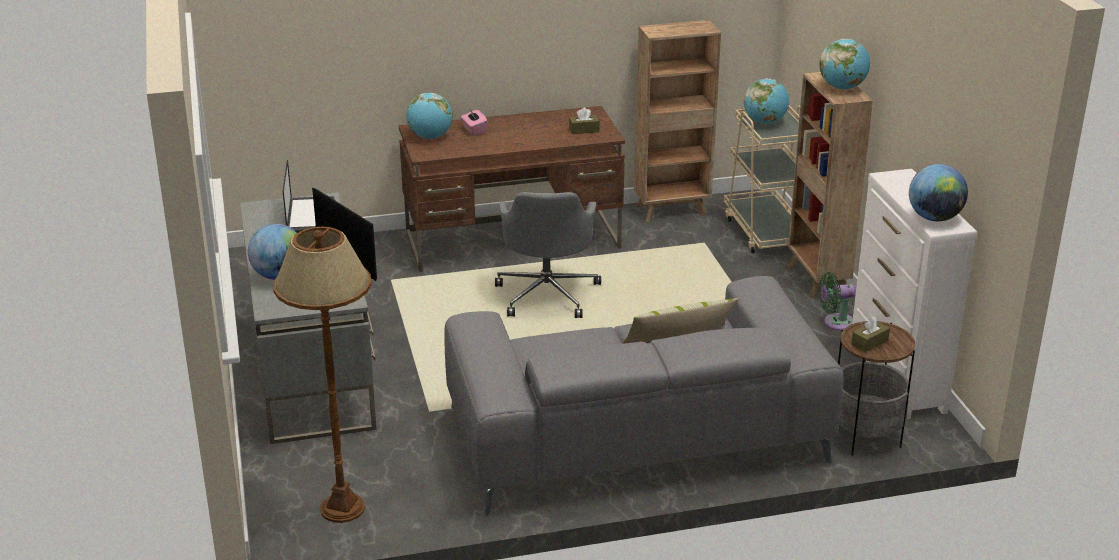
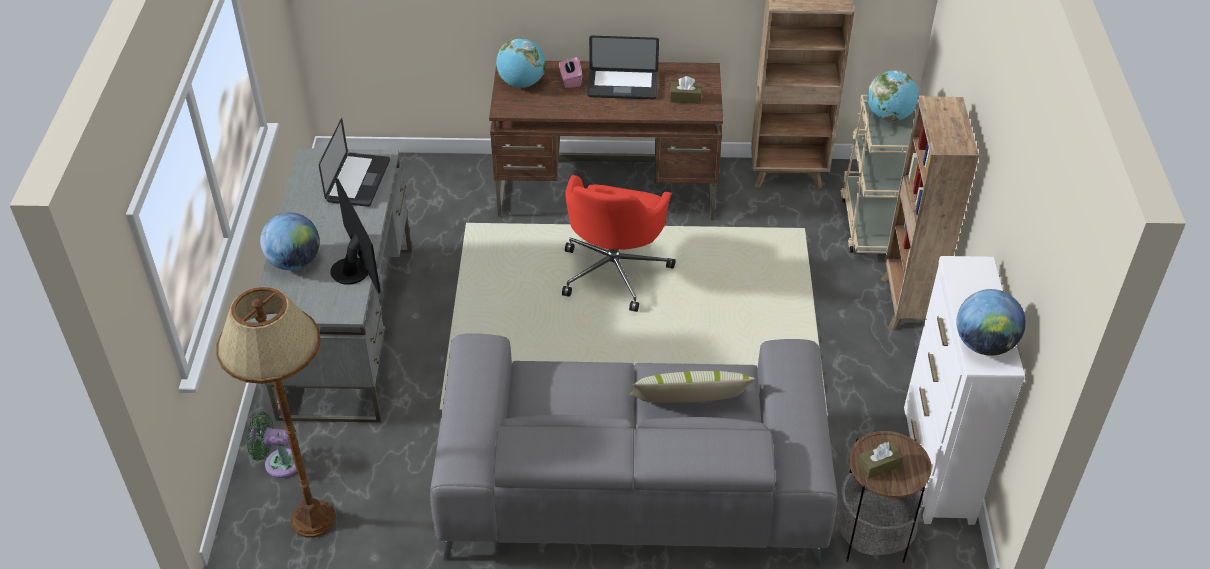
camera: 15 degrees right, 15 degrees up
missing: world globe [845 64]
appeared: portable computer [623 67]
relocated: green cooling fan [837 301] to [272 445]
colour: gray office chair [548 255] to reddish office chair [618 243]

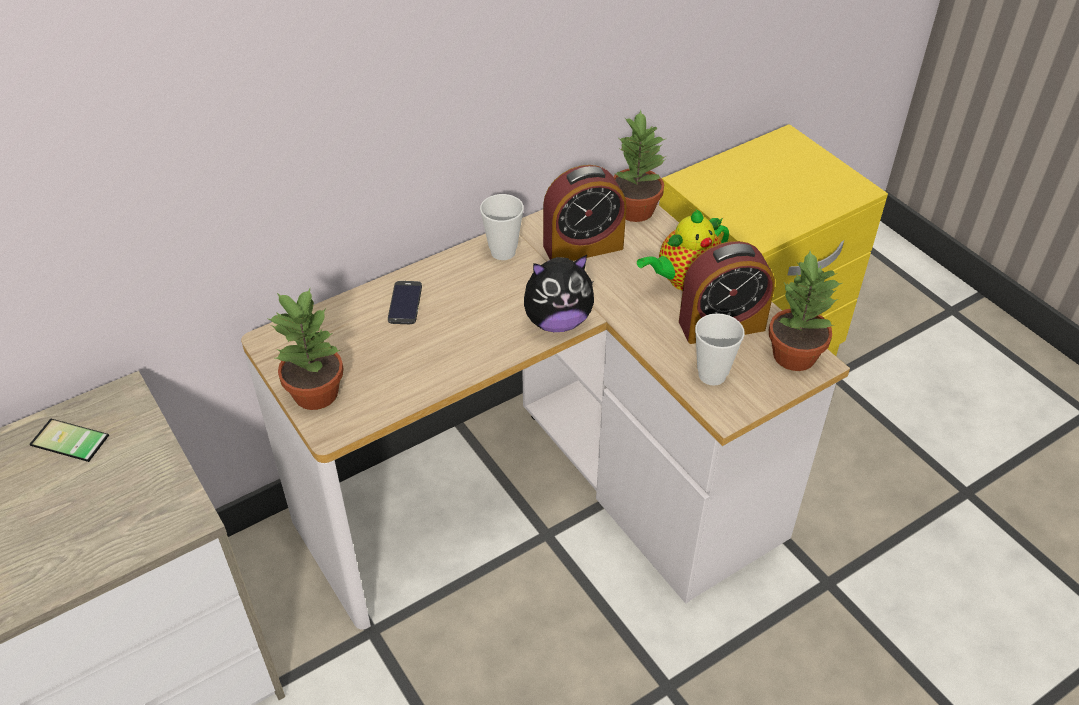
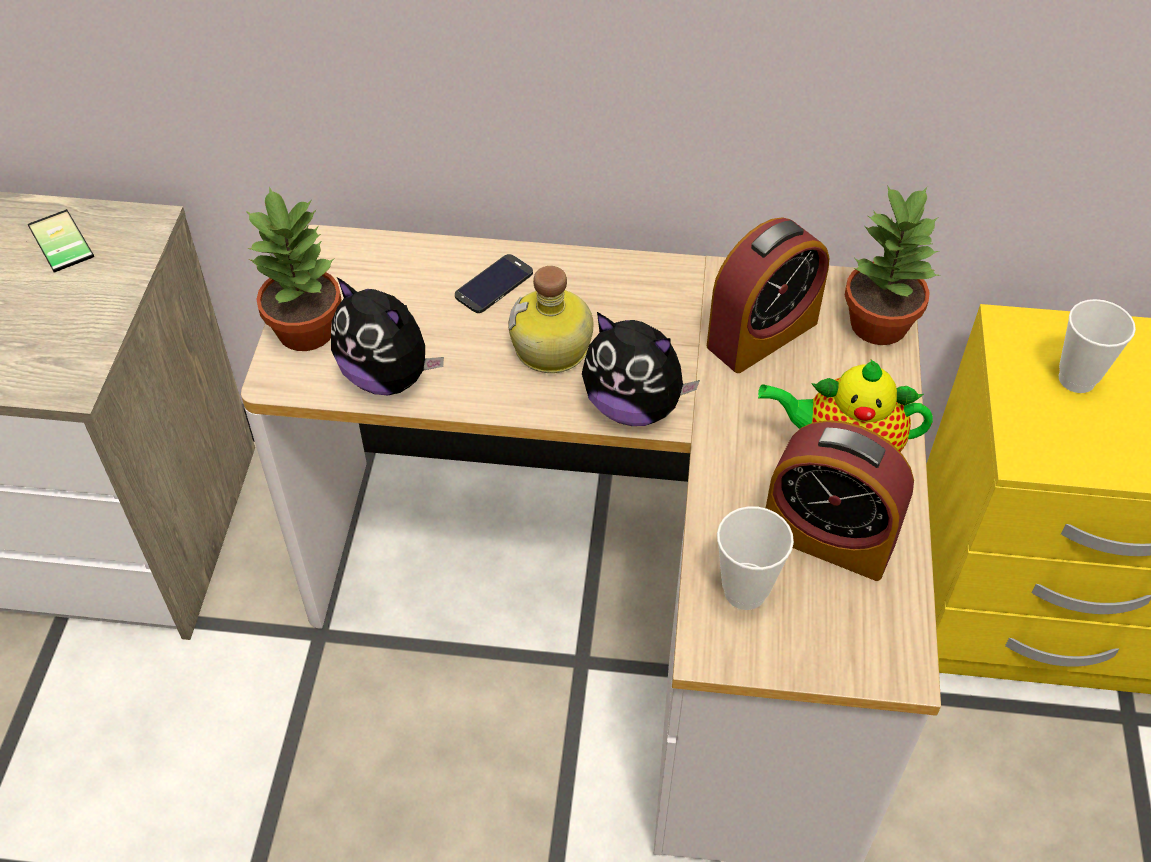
camera: 40 degrees right, 5 degrees up
missing: plant in a pot [805 311]
appeared: soft toy [387 336]; bottle [550 319]
relocated: drinking cup [502 227] to [1097 346]
spun: bedside clock [584 213] = [768 295] 60 degrees counterclockwise

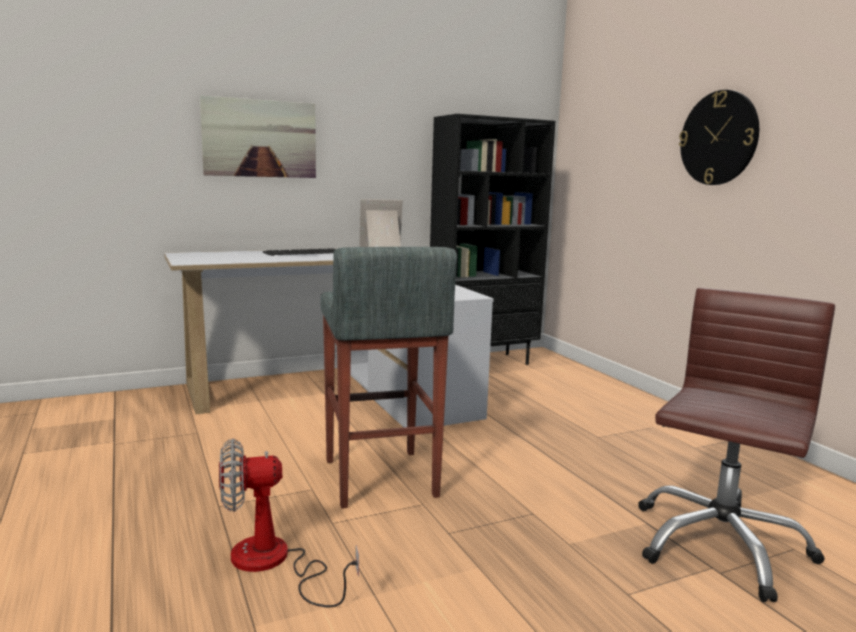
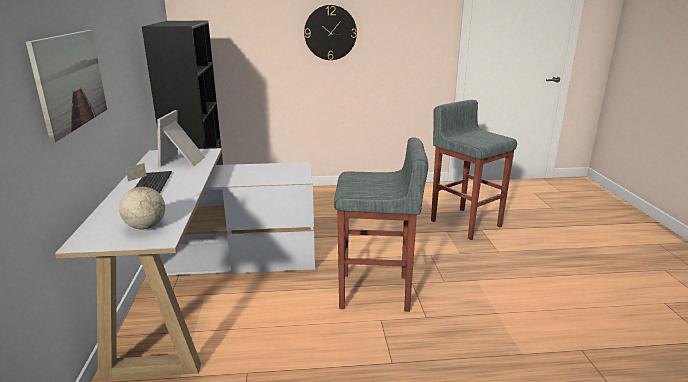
camera: 70 degrees left, 10 degrees up
missing: cooling fan [289 523]
appeared: world globe [142 196]
exchanged: brown-coloured office chair [736 445] to gray stool [474 170]

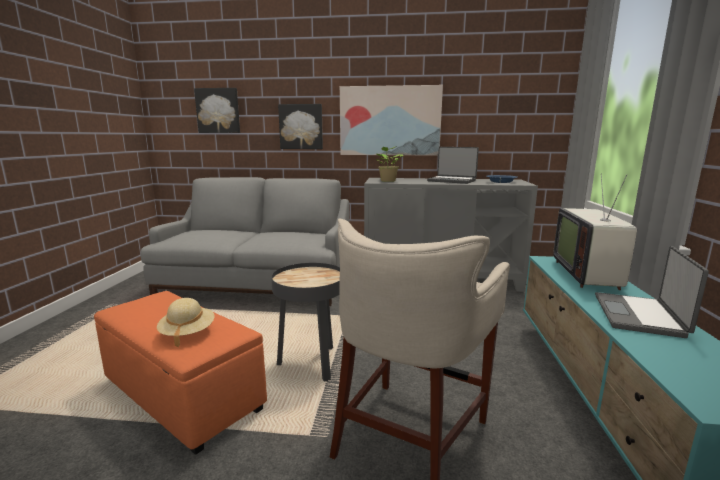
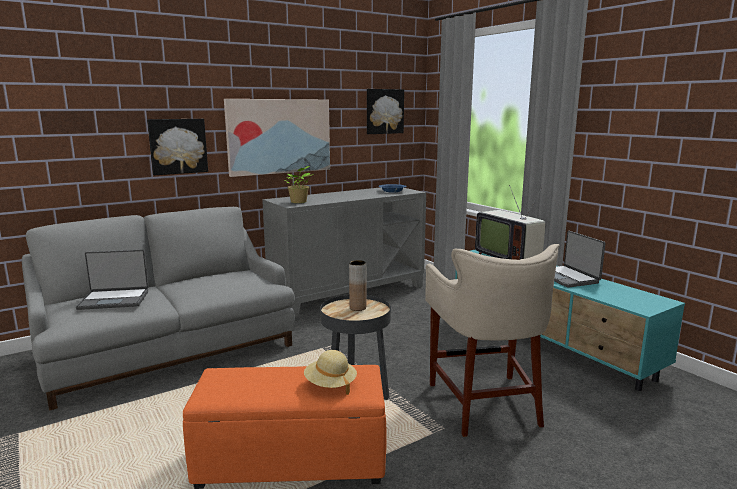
camera: 40 degrees left, 0 degrees up
appeared: brown-coloured decorative vase [357 285]
relocated: wall picture [217 110] to [385 111]; portable computer [453 165] to [112 279]

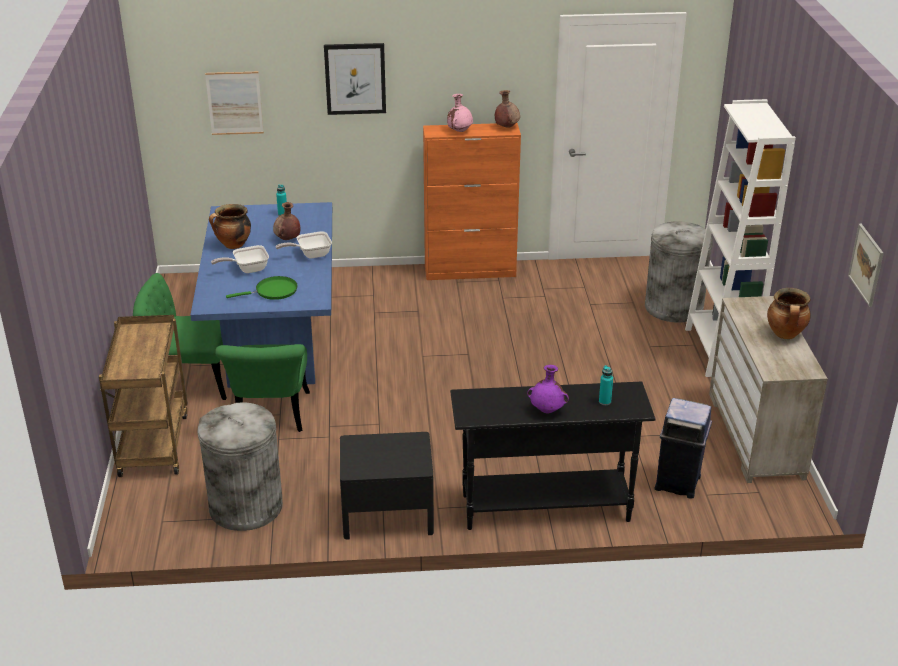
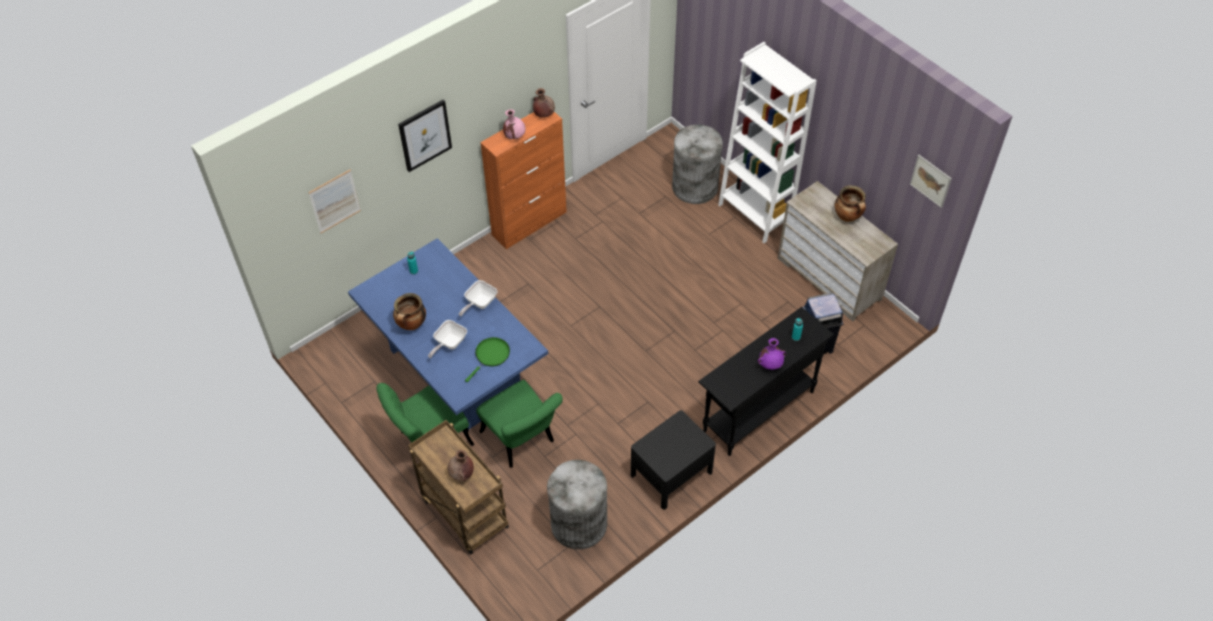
camera: 35 degrees left, 20 degrees up
relocated: brown-coloured decorative vase [286 221] to [461 465]

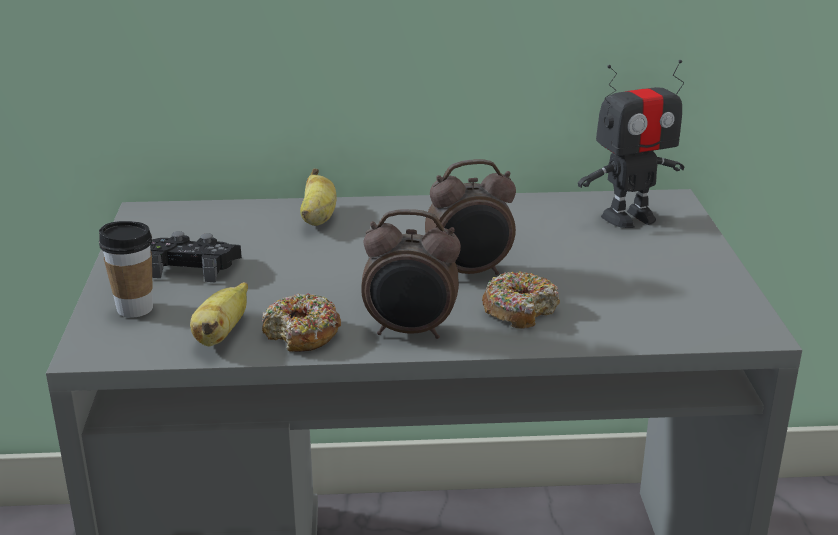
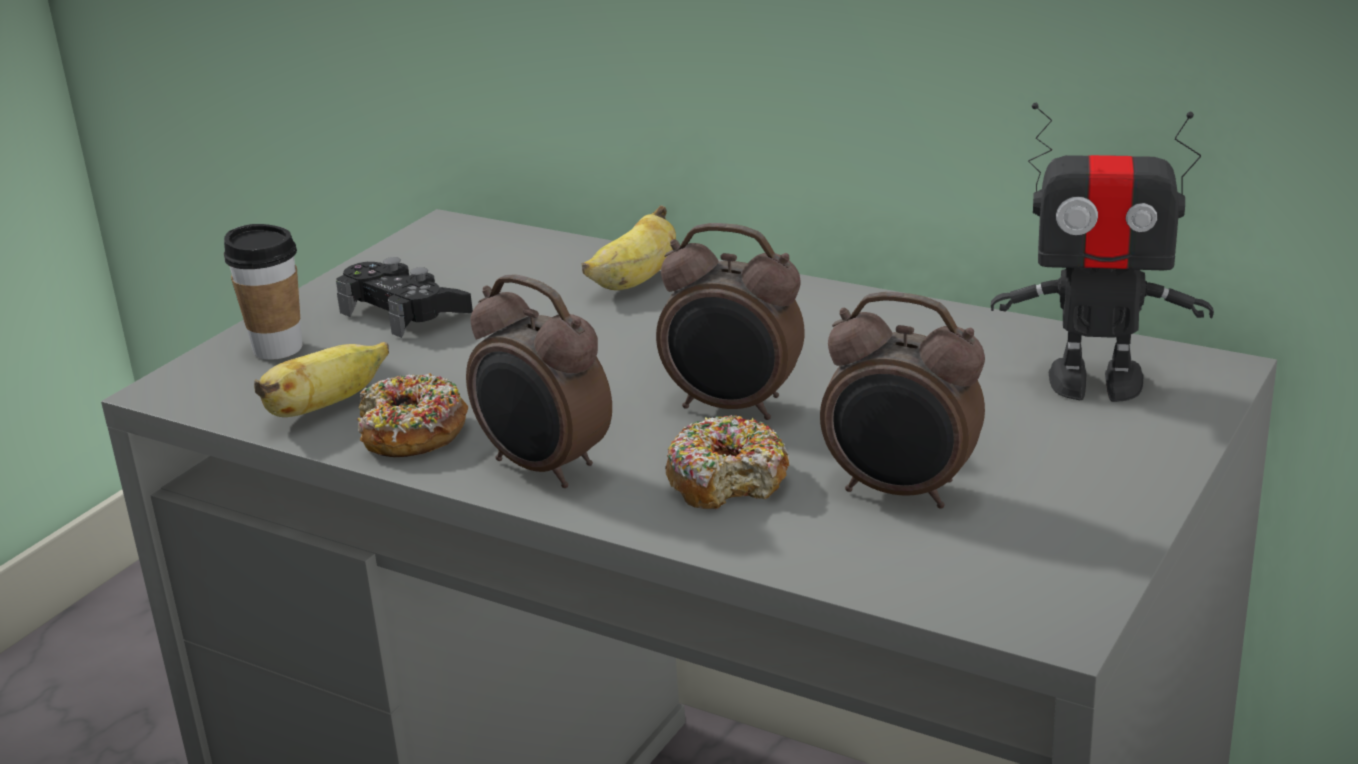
camera: 35 degrees right, 0 degrees up
appeared: bedside clock [902 400]

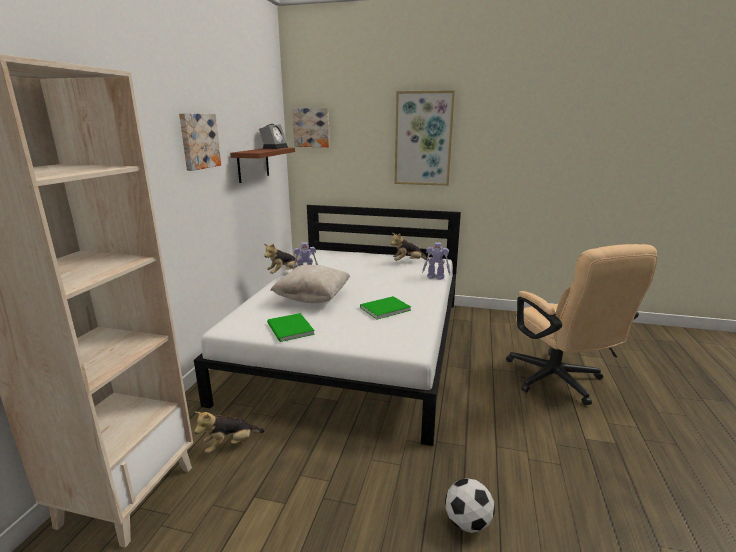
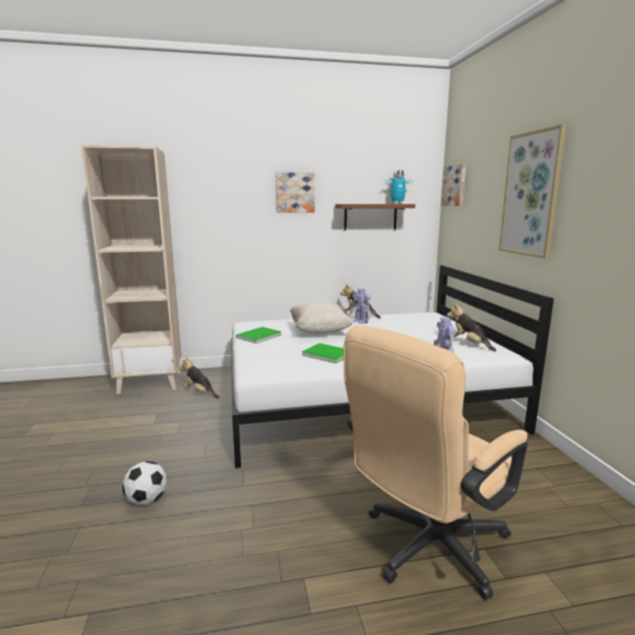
camera: 65 degrees right, 5 degrees down
exchanged: bedside clock [273 136] to robot figure [398 186]

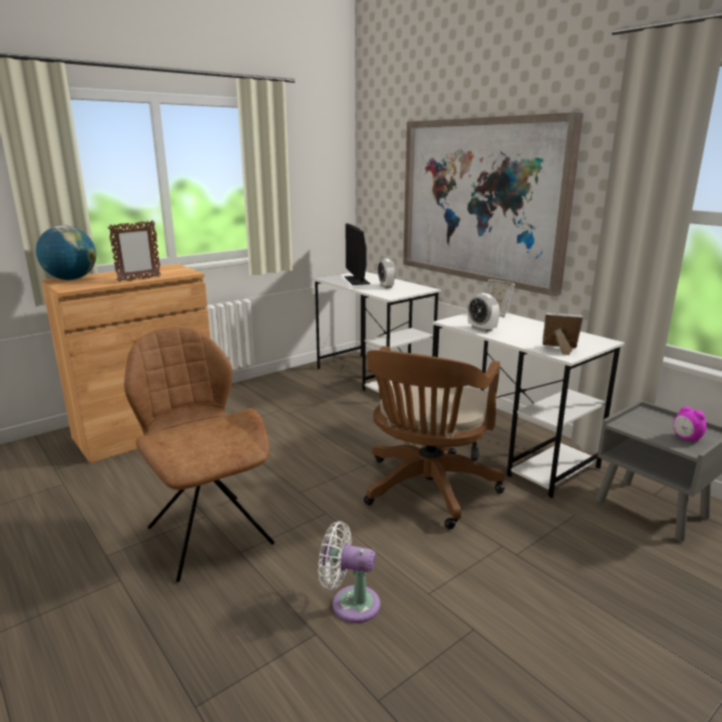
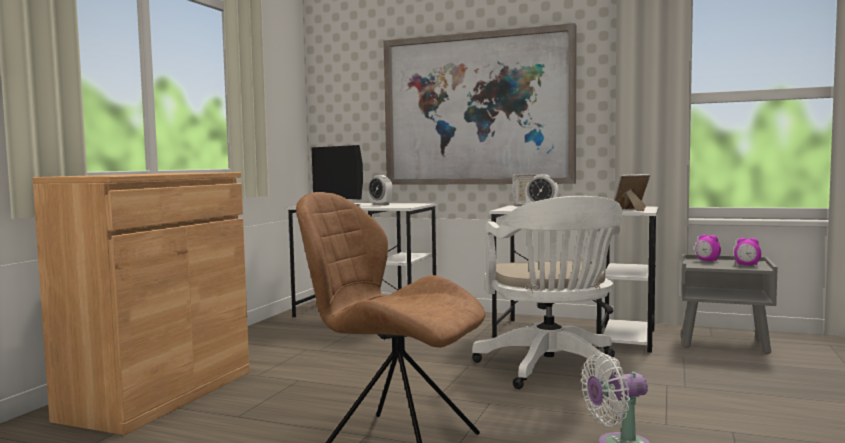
camera: 30 degrees left, 15 degrees down
missing: world globe [66 252]; picture frame [134 251]
appeared: bedside clock [708 247]
colour: brown-coloured office chair [434 437] to whitish office chair [547 292]

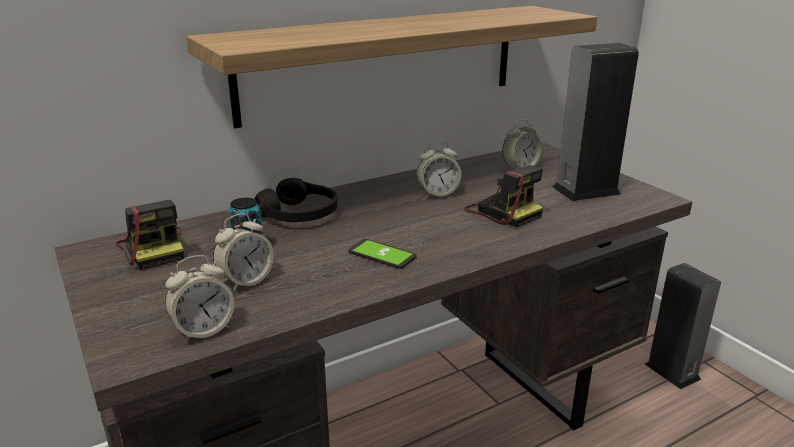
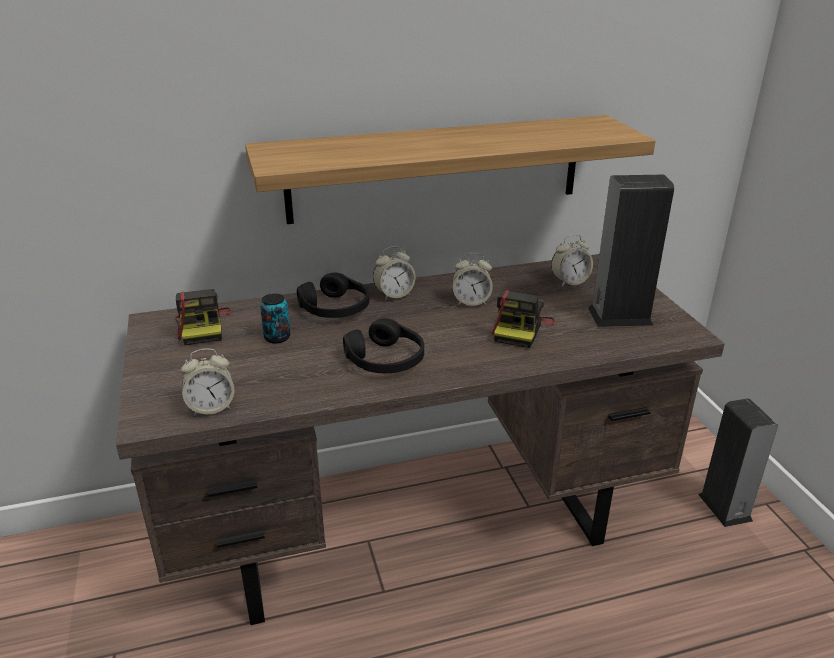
camera: 15 degrees right, 5 degrees up
relocated: bedside clock [243 252] to [394 273]
exchanged: phone [382 254] to blackish pair of headphones [383 345]
spun: photo camera [503 196] = [523 319] 45 degrees clockwise

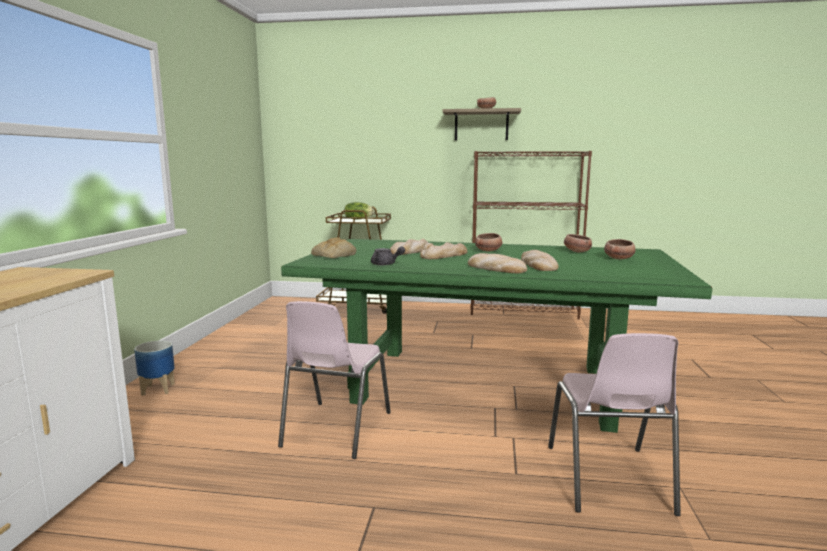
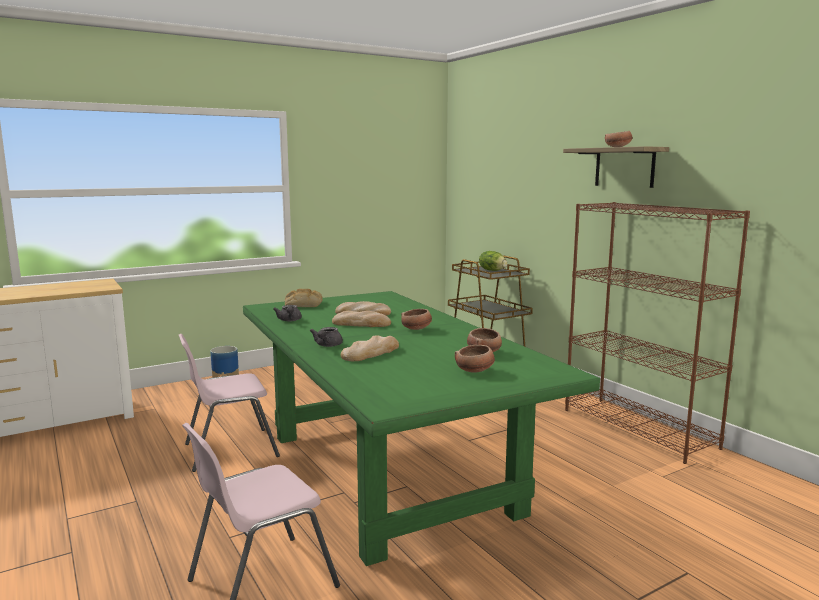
camera: 50 degrees right, 0 degrees up
exchanged: baked bread [497 263] to gray tea pot [326 337]

